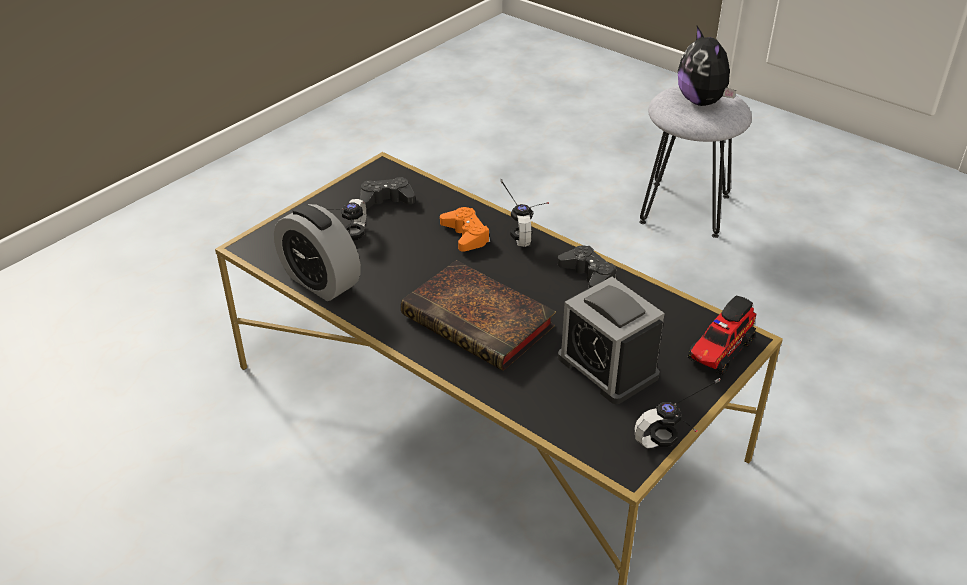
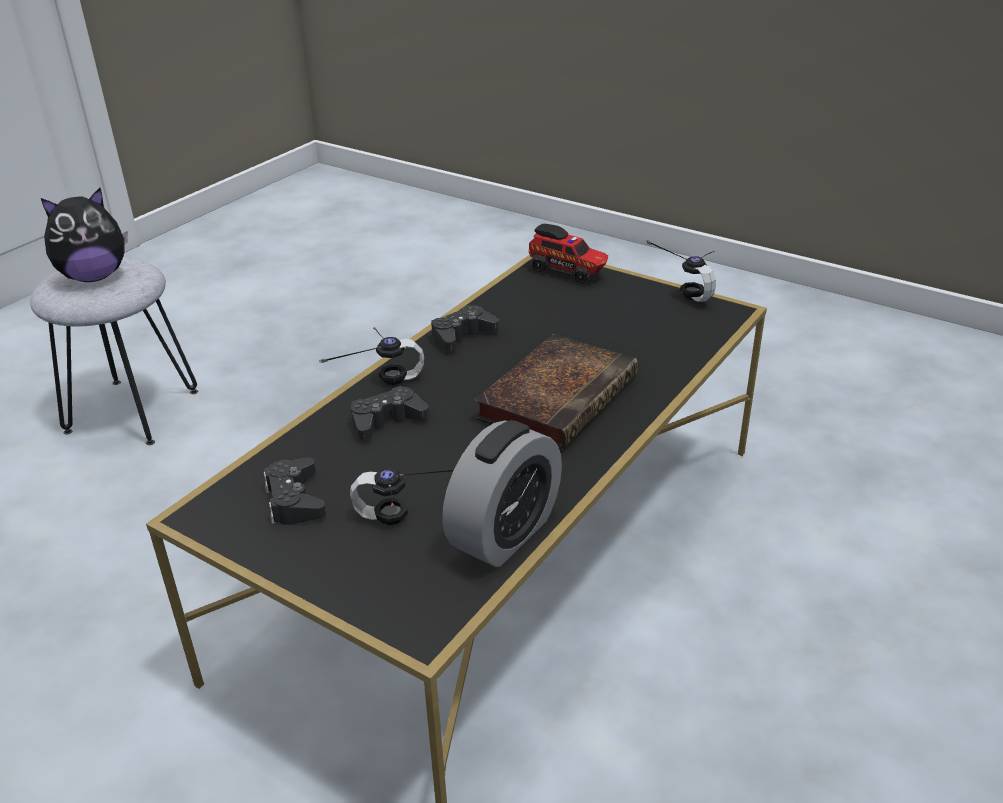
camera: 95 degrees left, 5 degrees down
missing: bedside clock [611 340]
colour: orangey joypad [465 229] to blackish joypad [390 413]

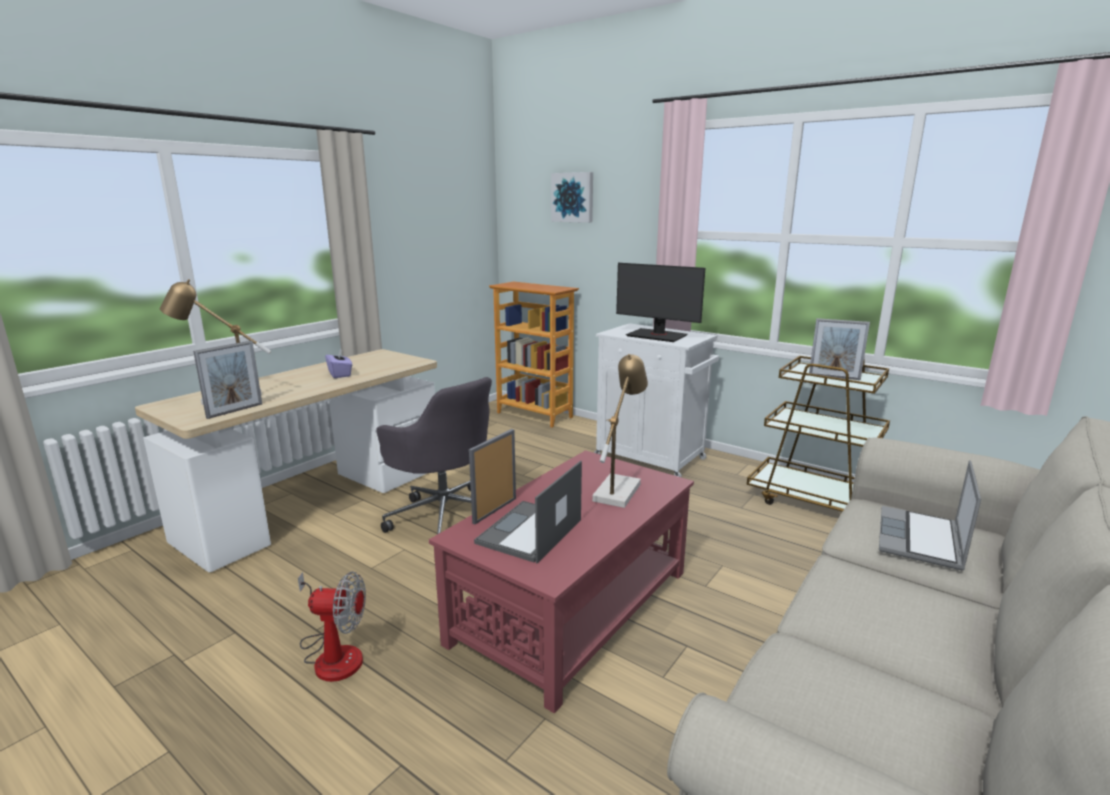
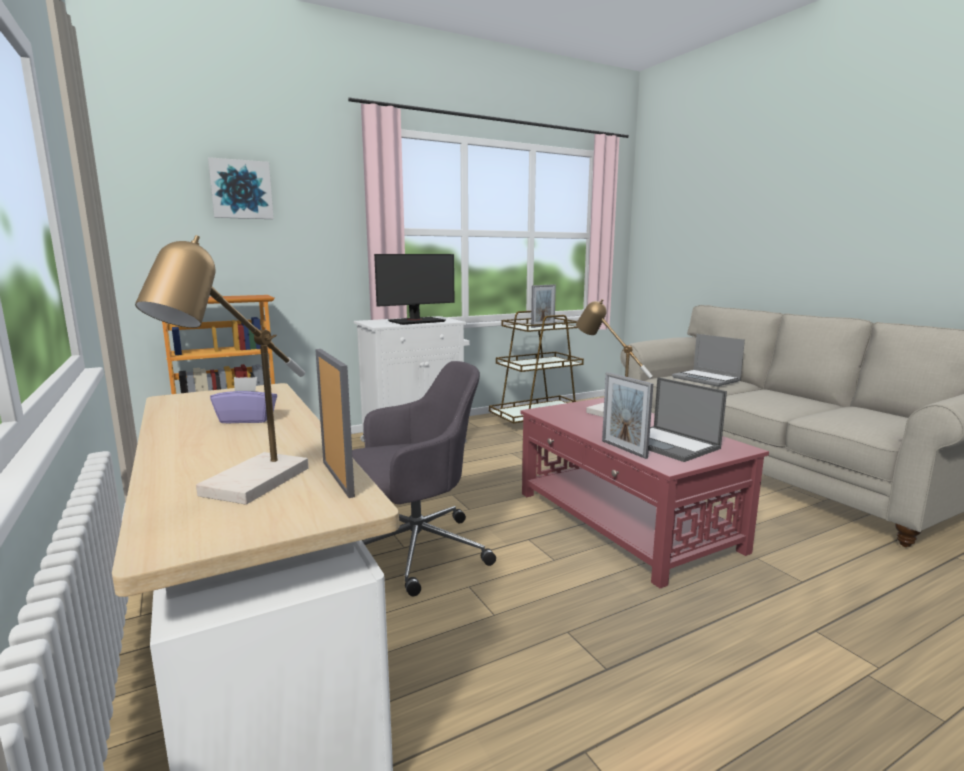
camera: 65 degrees left, 5 degrees down
missing: cooling fan [332 626]

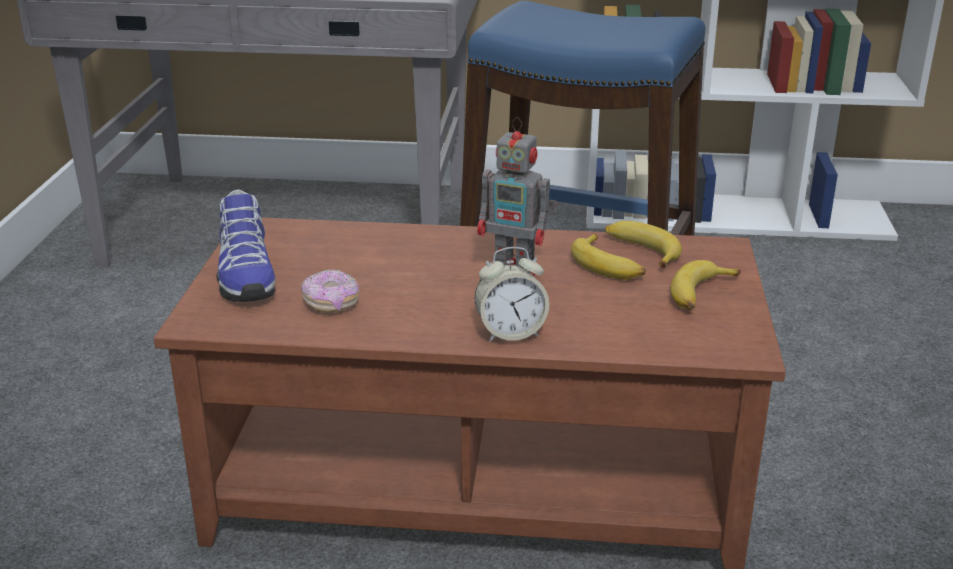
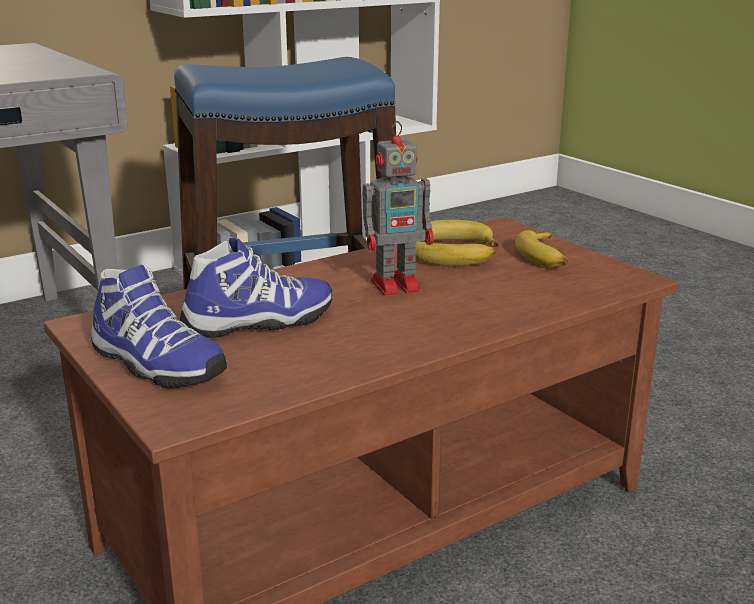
camera: 40 degrees left, 5 degrees down
missing: donut [330 291]; bedside clock [511 294]
appeared: shoe [256 288]

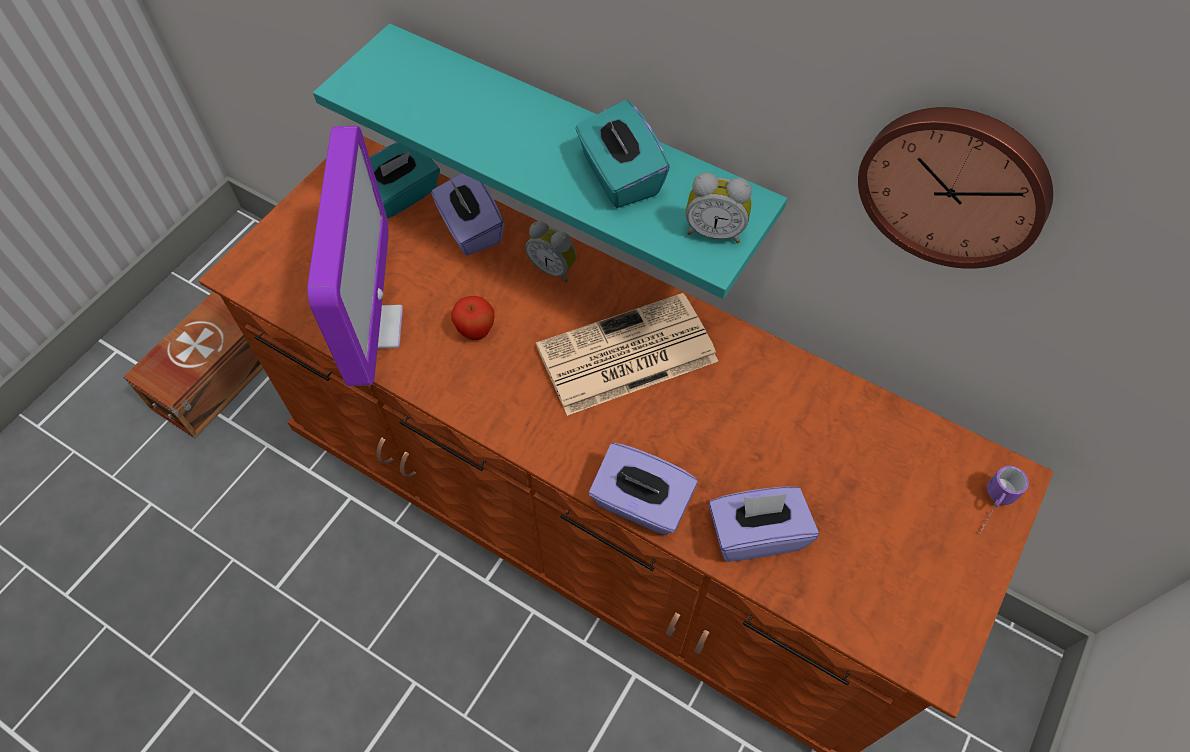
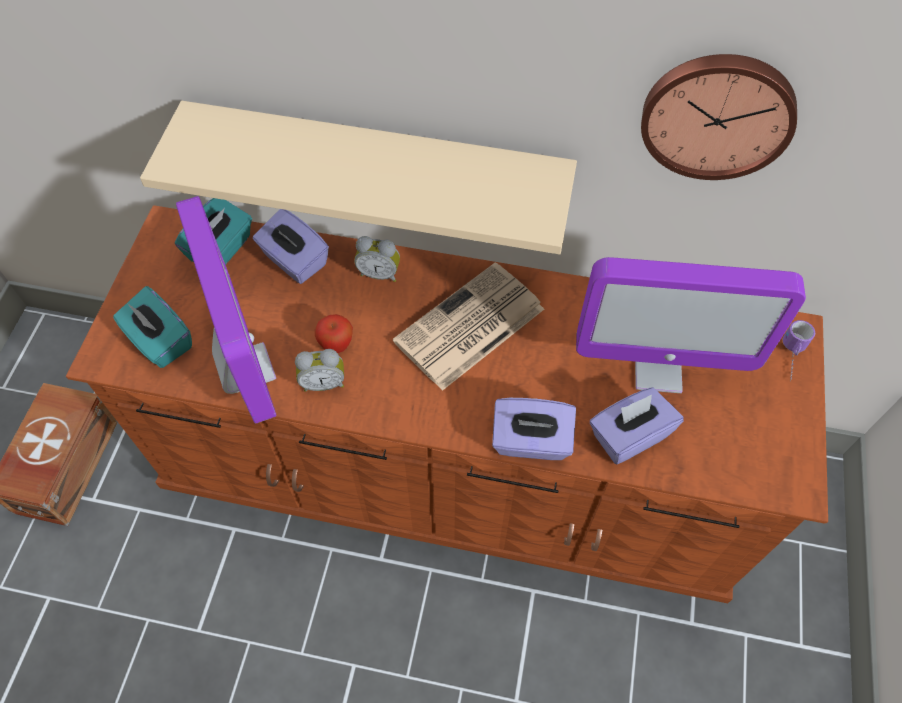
camera: 20 degrees left, 0 degrees up
appeared: monitor [691 325]
relocated: turquoise-coloured tissue box [622 154] to [152 327]; bedside clock [719 208] to [319 370]
colour: turquoise-coloured bracket shelf [550 161] to sand-coloured bracket shelf [358 177]

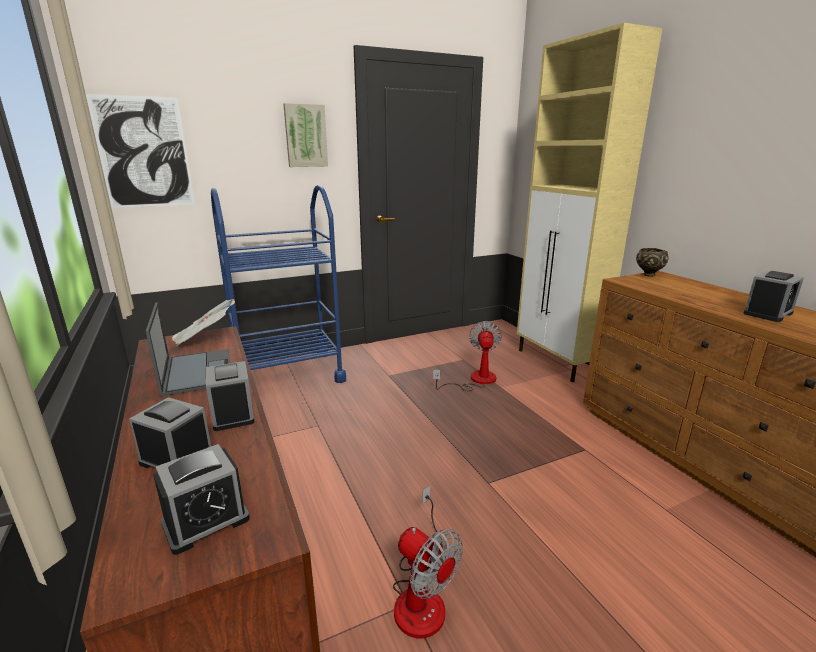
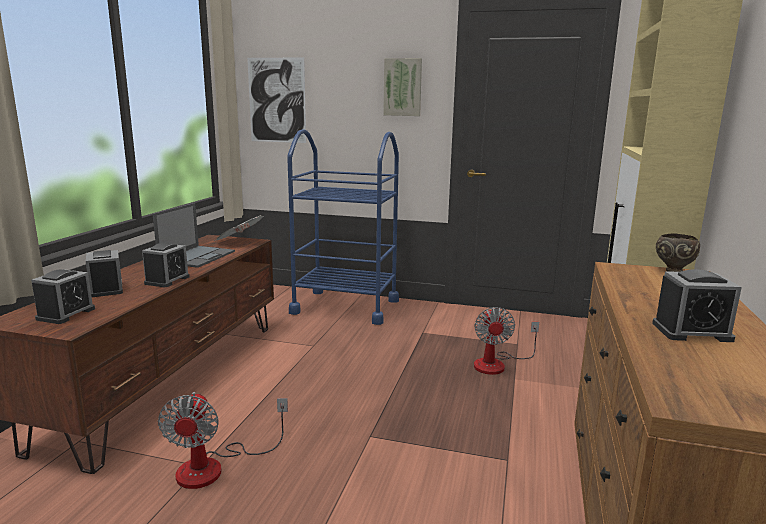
camera: 40 degrees right, 5 degrees down
spun: bedside clock [201 499] = [63 296] 75 degrees counterclockwise; cooling fan [467 356] = [506 341] 135 degrees clockwise

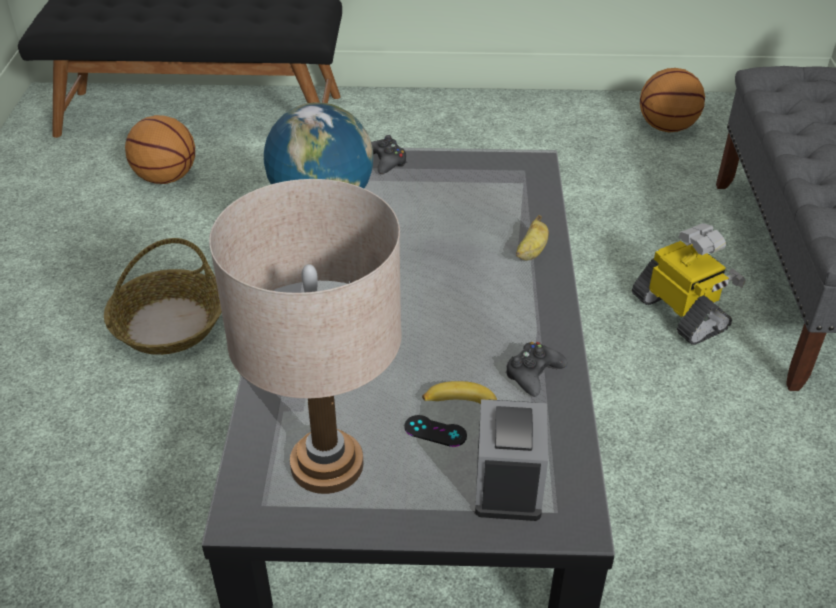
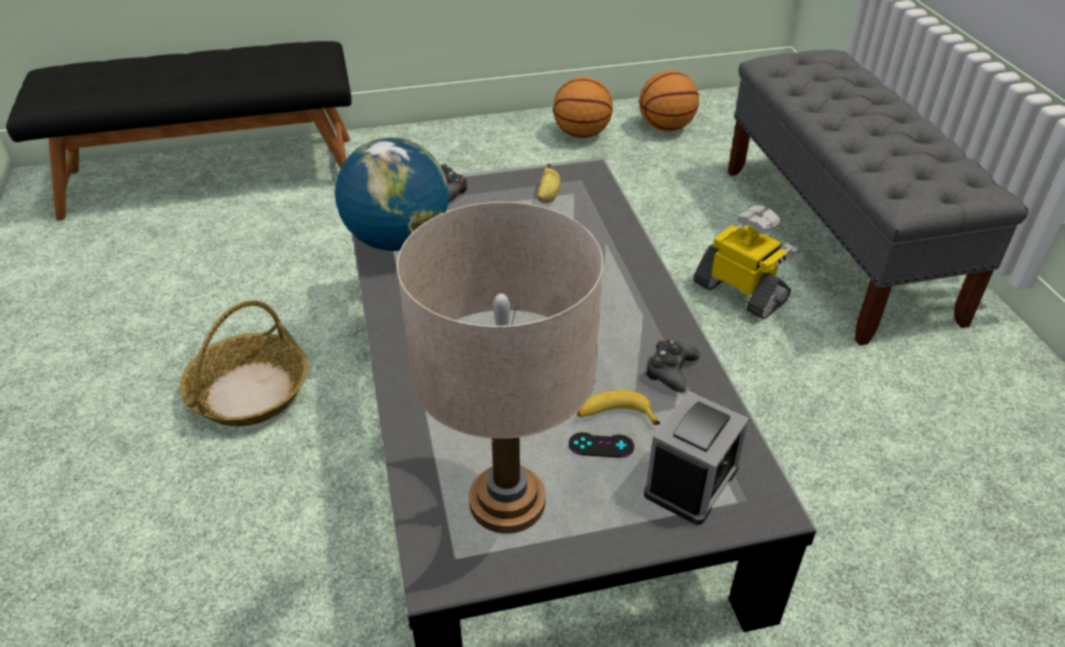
camera: 15 degrees left, 0 degrees up
relocated: basketball [160 149] to [583 107]; banana [532 237] to [549 183]
spun: bedside clock [511 460] = [696 458] 45 degrees clockwise

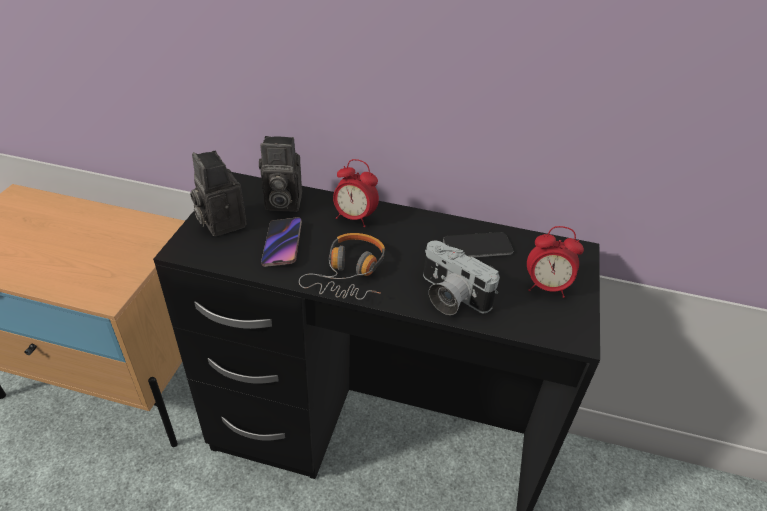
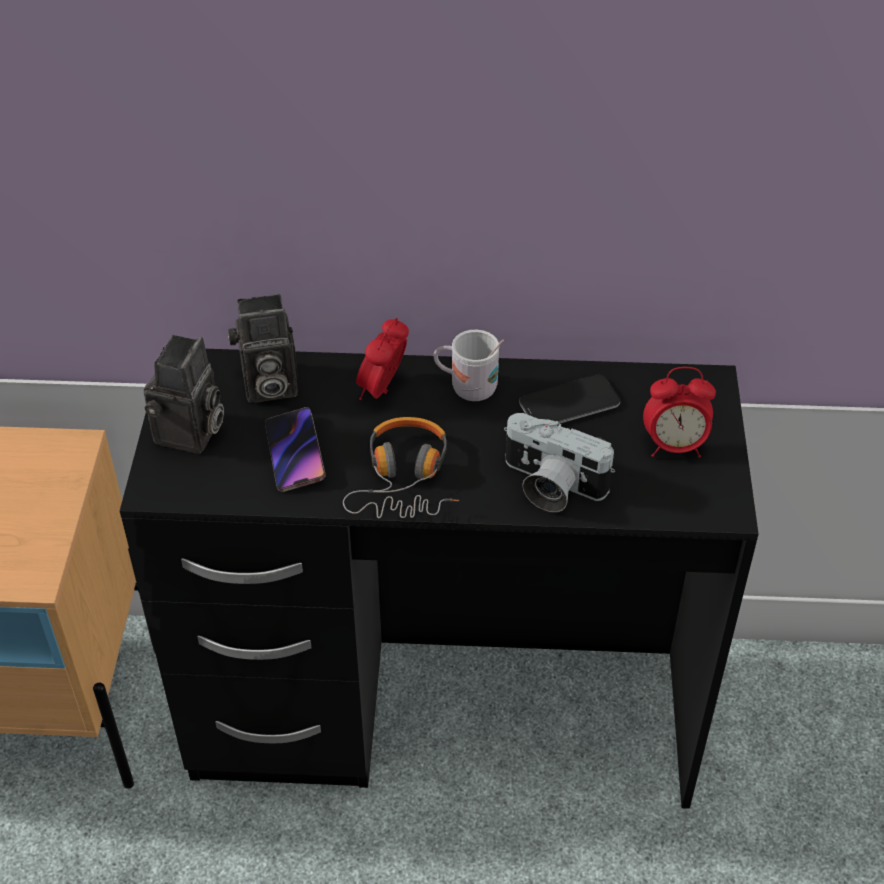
camera: 10 degrees left, 5 degrees up
appeared: whitish mug [469 365]
spun: photo camera [218 193] = [184 394] 120 degrees counterclockwise; bedside clock [356 193] = [382 359] 105 degrees clockwise

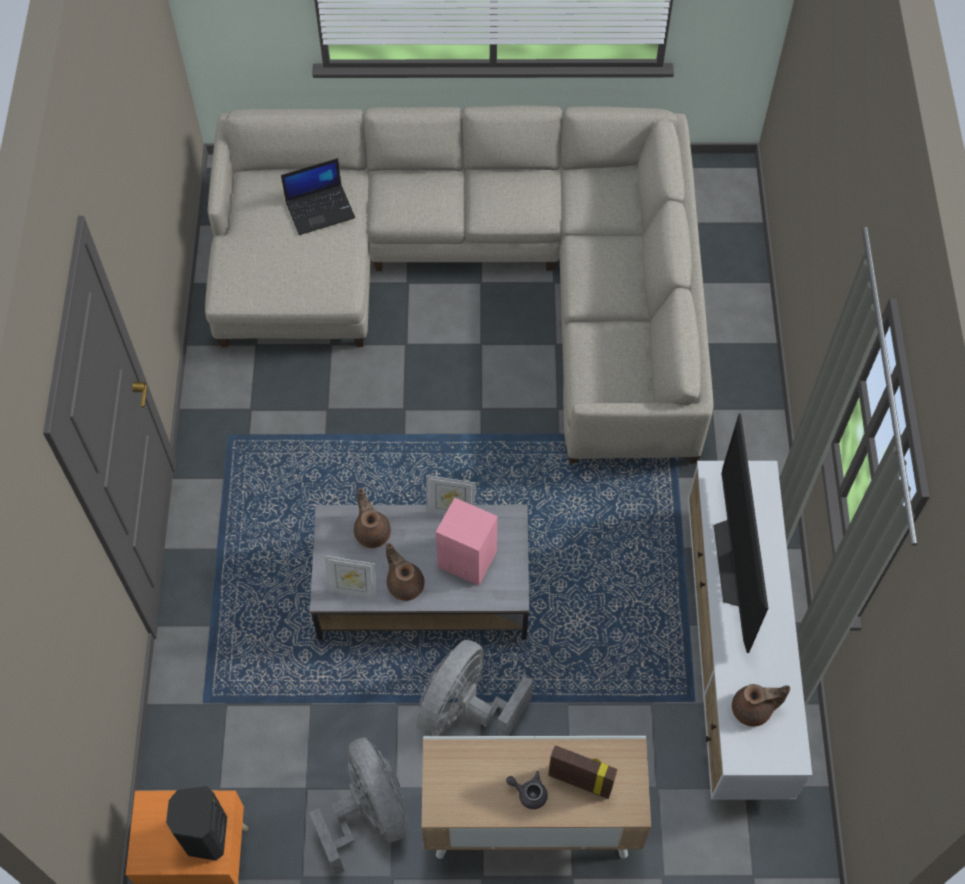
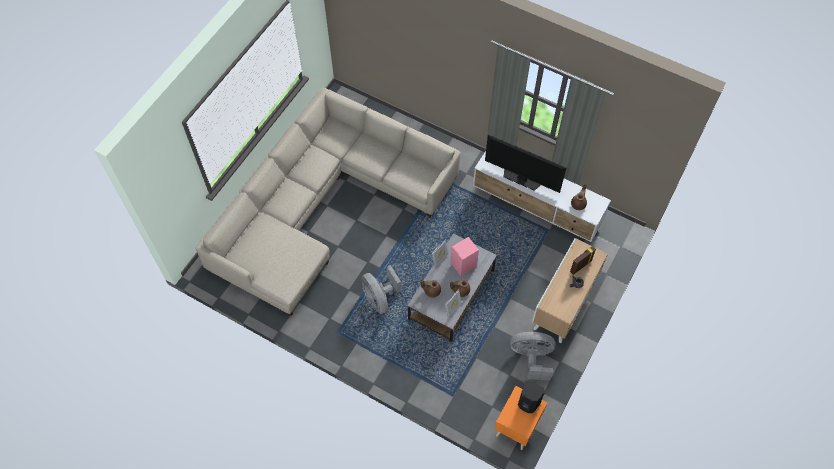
camera: 60 degrees left, 0 degrees up
missing: portable computer [318 196]
relocated: gray cooling fan [474 688] to [381 289]

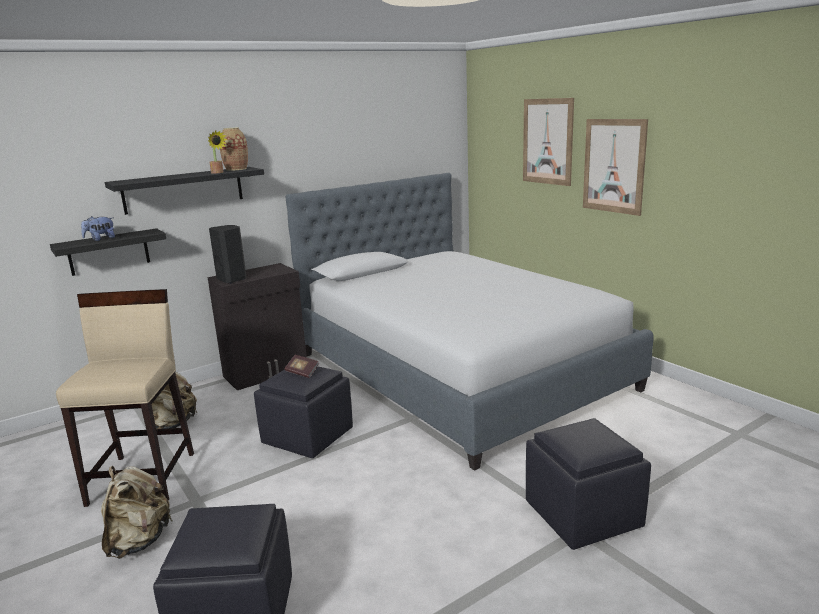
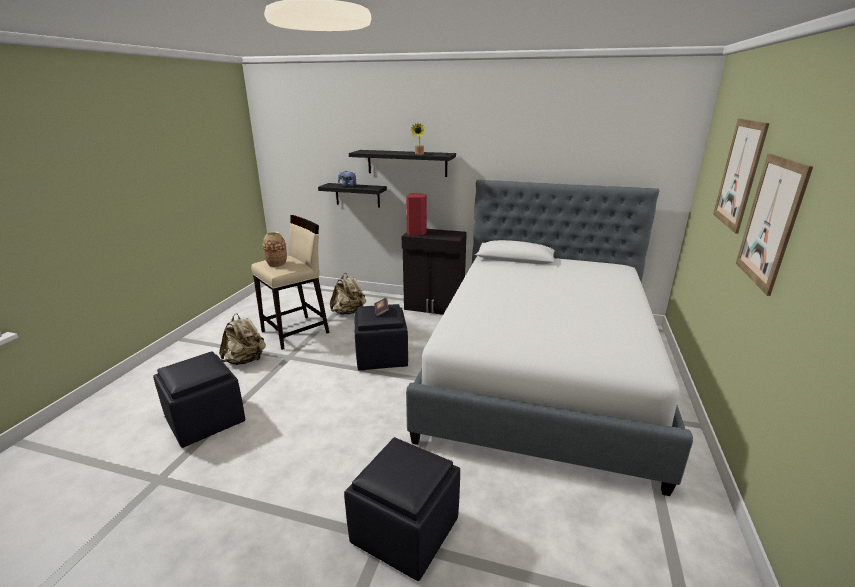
camera: 50 degrees right, 5 degrees up
relocated: decorative vase [234 149] to [275 249]
colour: blackish speaker [228 254] to reddish speaker [416 214]

